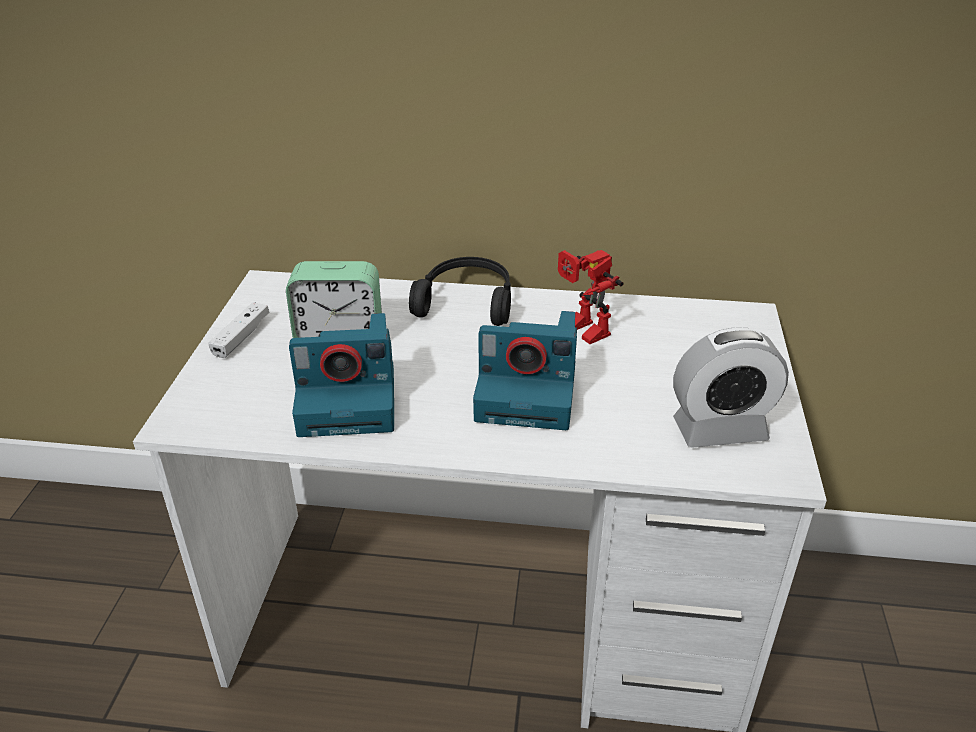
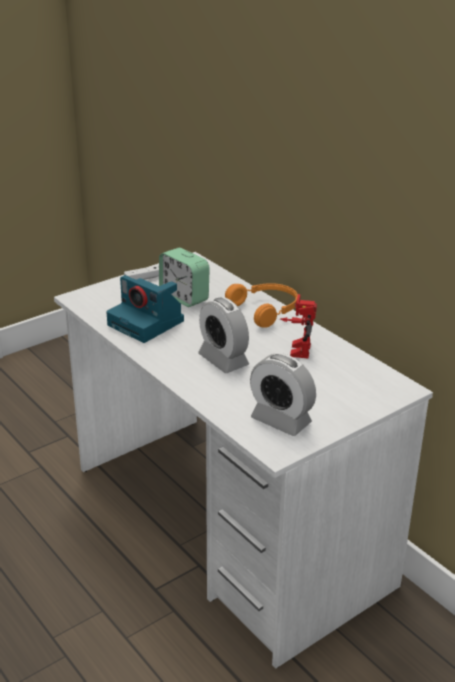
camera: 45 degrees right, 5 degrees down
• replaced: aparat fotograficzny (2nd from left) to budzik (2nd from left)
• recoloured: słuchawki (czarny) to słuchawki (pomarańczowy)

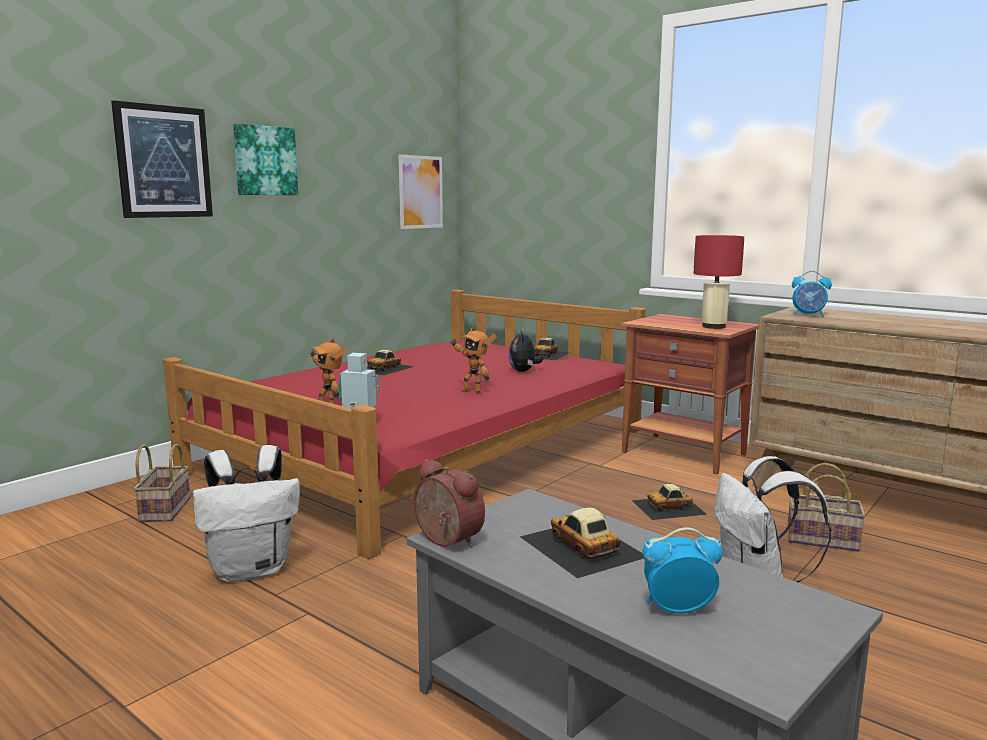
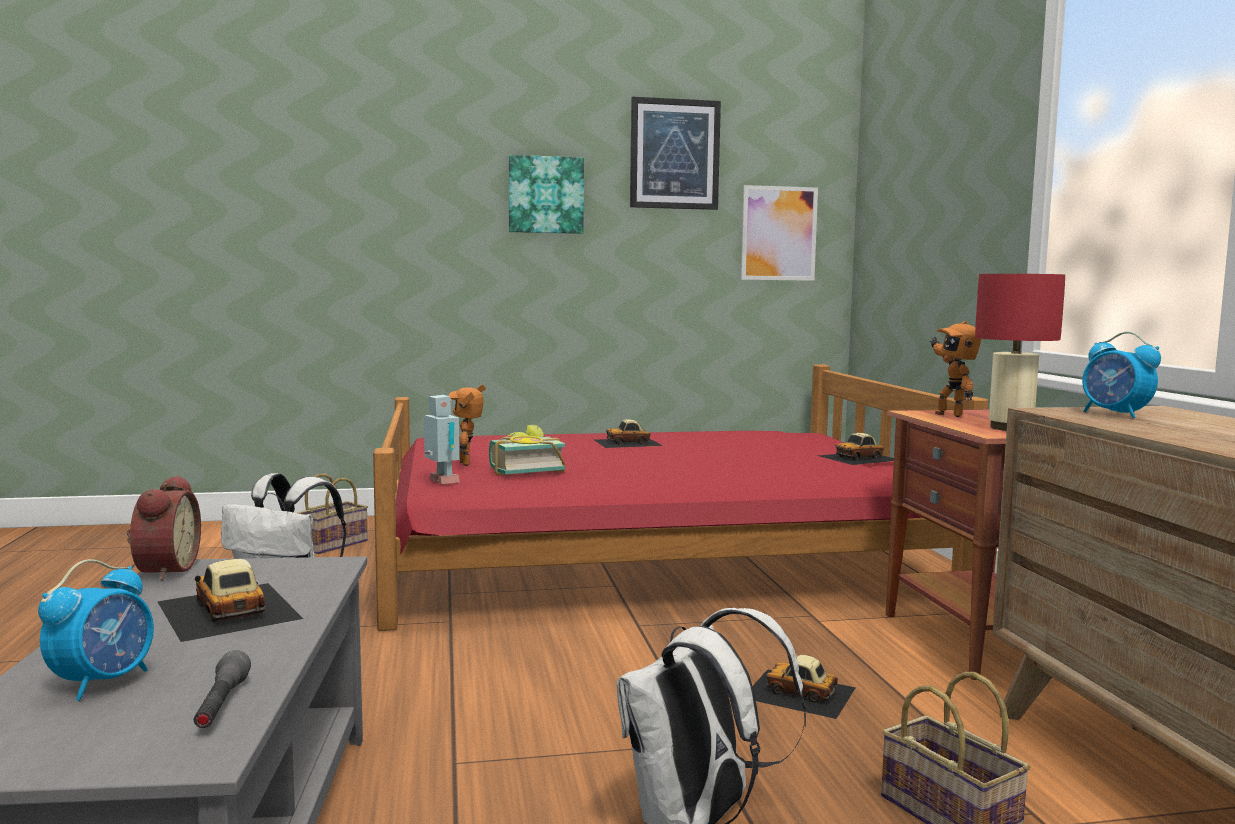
camera: 40 degrees right, 5 degrees down
• turned: budzik (2nd from left in the first image) 75 degrees clockwise
• turned: samochodzik (3rd from left in the first image) 45 degrees counterclockwise
• added: latarka (szary)
• added: książka
• moved: obraz (1st from left in the first image) to obraz (2nd from left)
• moved: robot zabawkowy (3rd from left)
• removed: pluszak

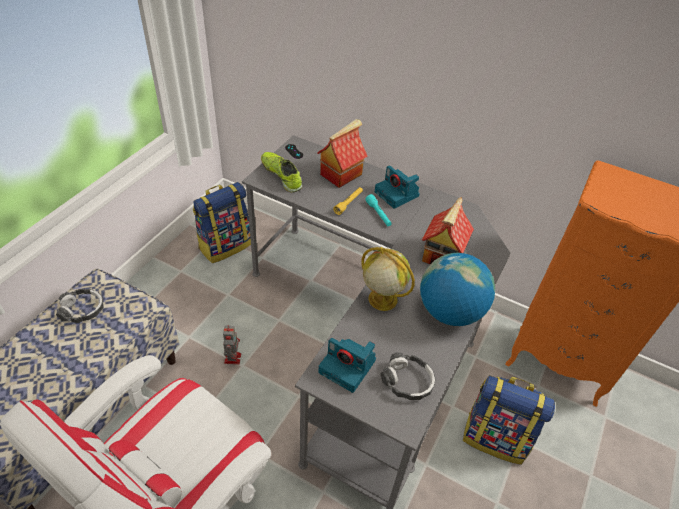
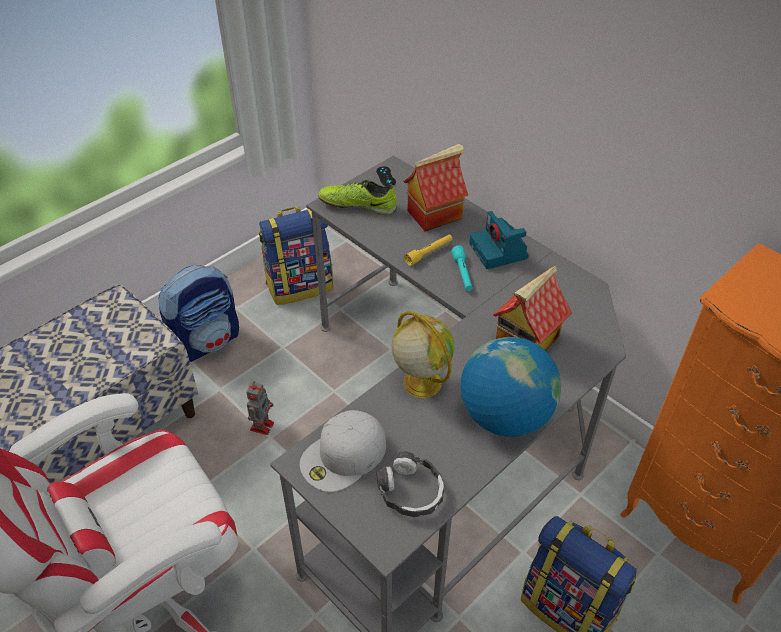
camera: 20 degrees right, 0 degrees up
• added: plecak (1st from left)
• replaced: aparat fotograficzny (1st from left) to czapka z daszkiem (biały)
• turned: but 60 degrees counterclockwise
• removed: słuchawki (1st from left)

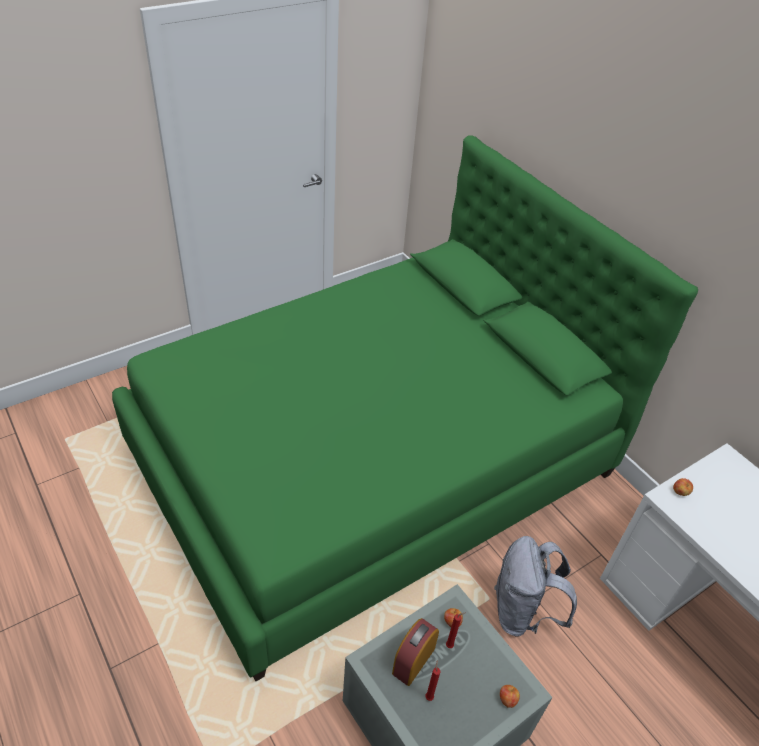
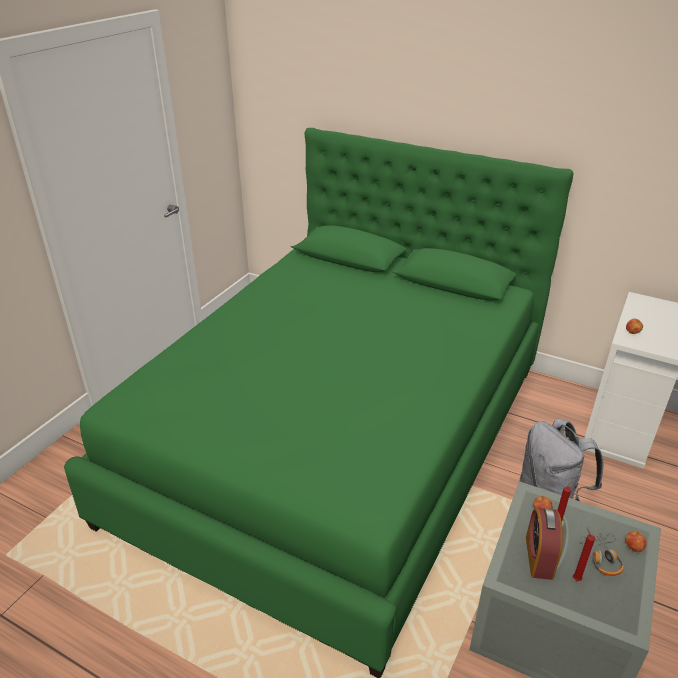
camera: 25 degrees left, 10 degrees down
• added: słuchawki

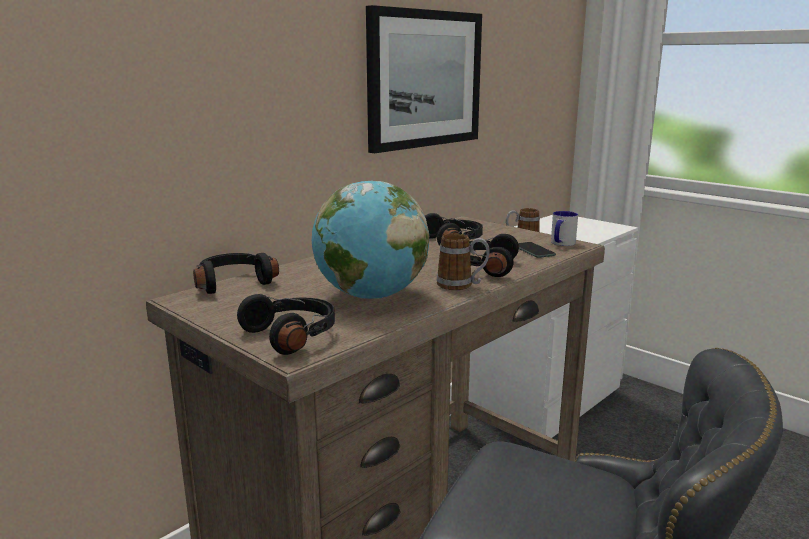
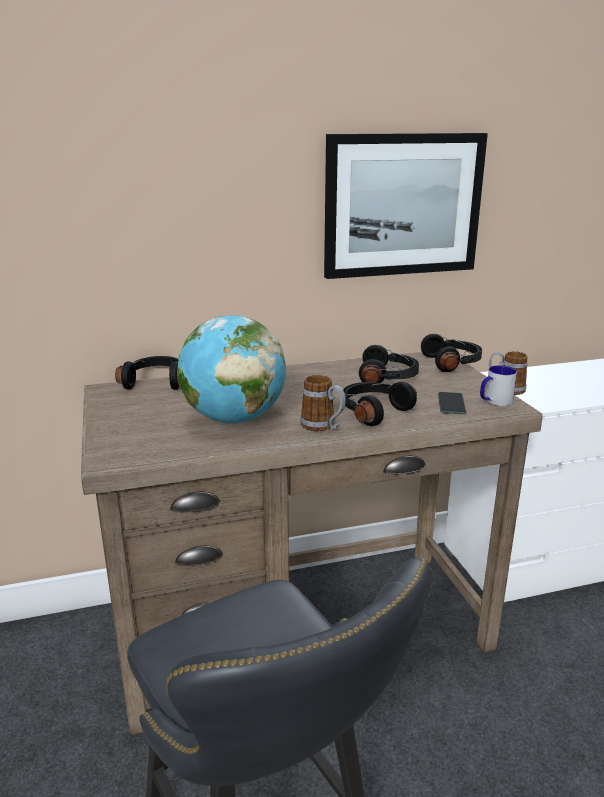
camera: 30 degrees right, 5 degrees up
• moved: słuchawki (czarny) (2nd from left in the first image) to słuchawki (czarny) (4th from left)

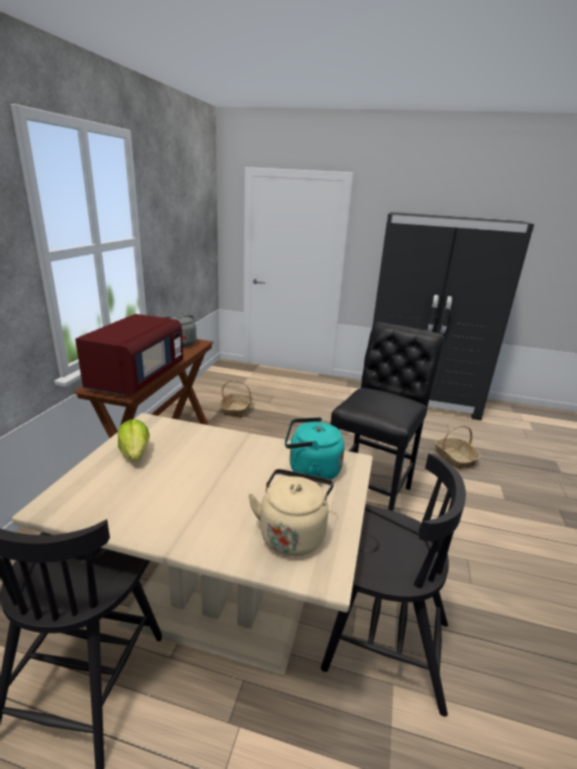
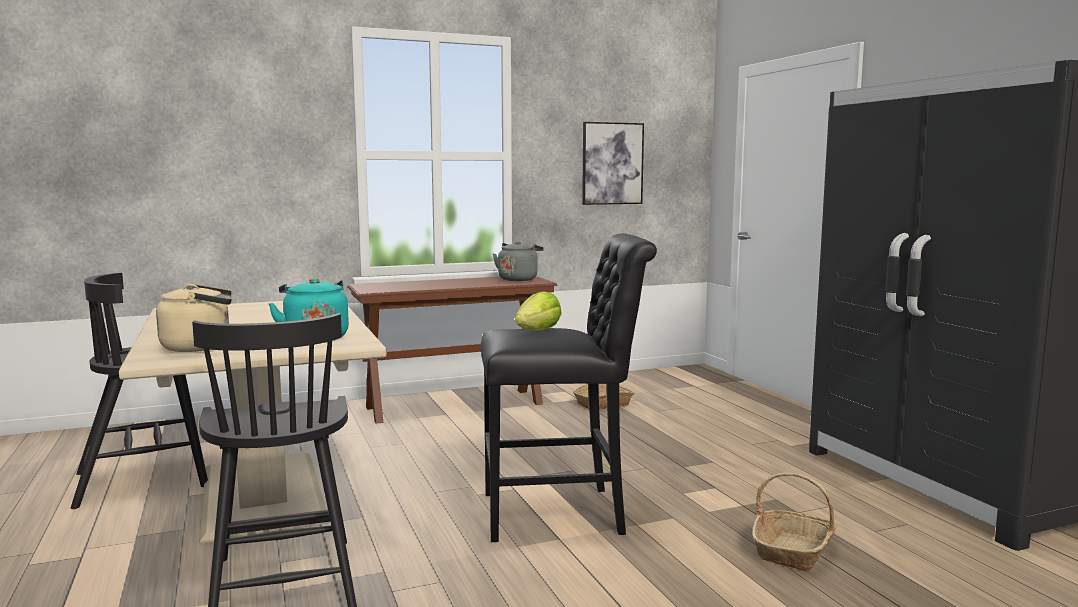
camera: 55 degrees right, 15 degrees down
• moved: sałata
• added: obraz
• removed: mikrofalówka (czerwony)

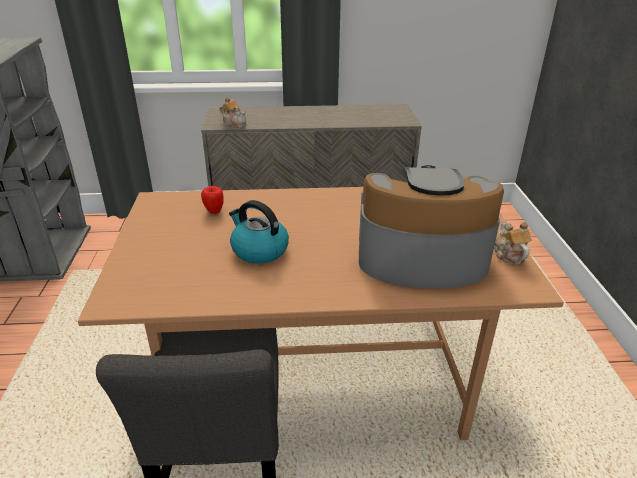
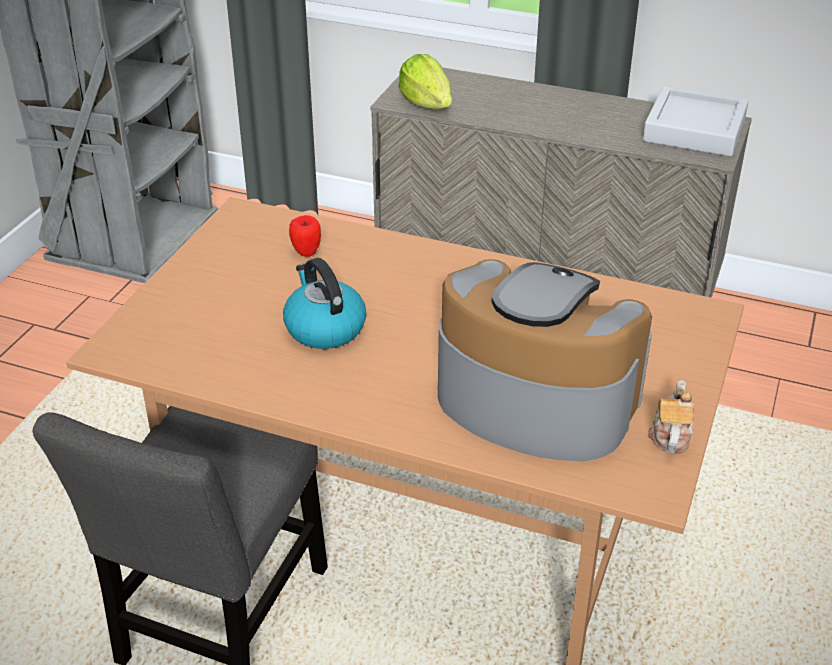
camera: 25 degrees right, 5 degrees up
• replaced: imbryk (1st from left) to sałata
• added: taca (szary)

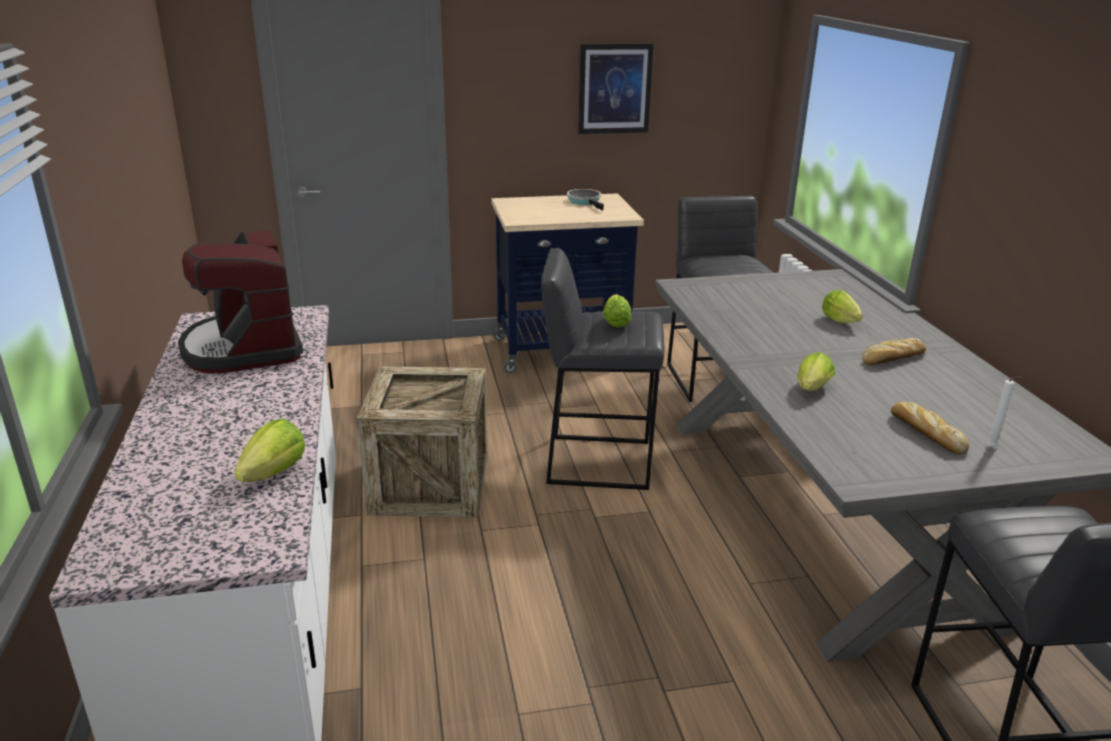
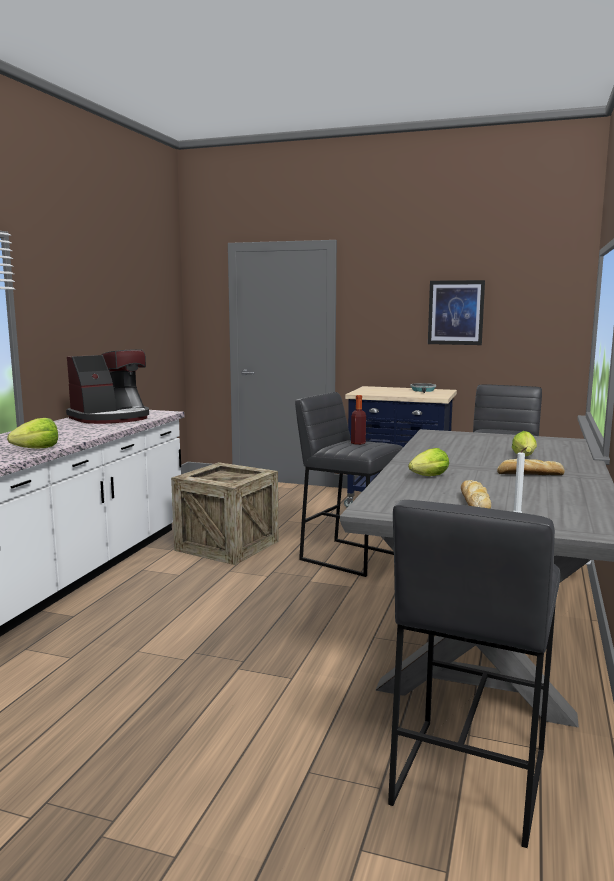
camera: 30 degrees right, 15 degrees down
• turned: ekspres do kawy 135 degrees counterclockwise
• replaced: sałata (2nd from left) to butelka

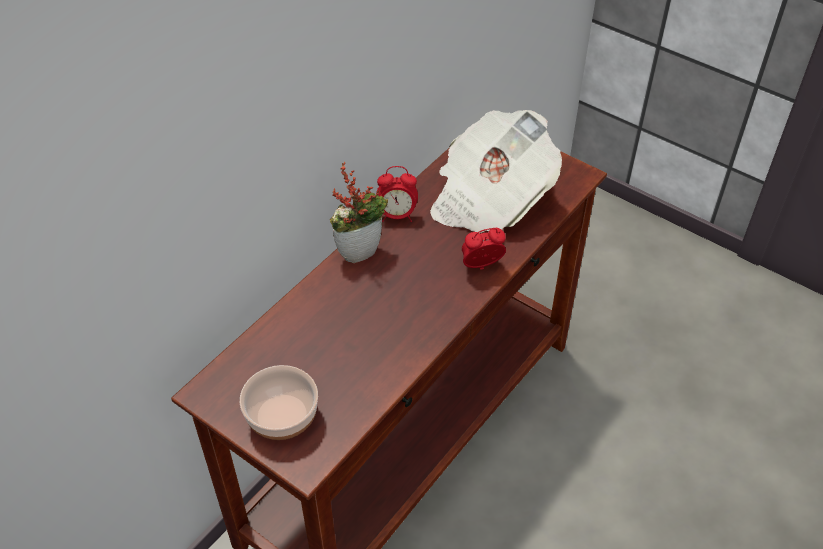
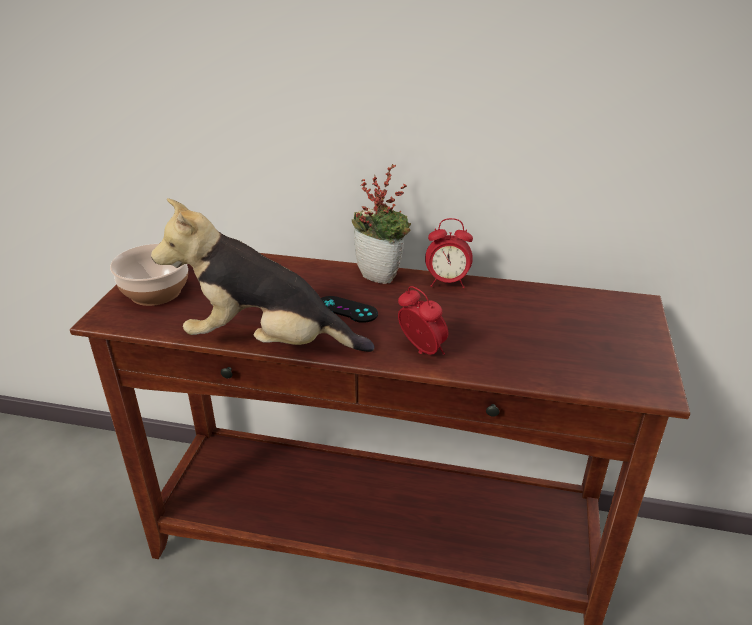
camera: 65 degrees right, 15 degrees down
• added: pluszak
• added: pad do gier (czarny)
• turned: budzik (1st from left in the first image) 60 degrees counterclockwise
• removed: gazeta

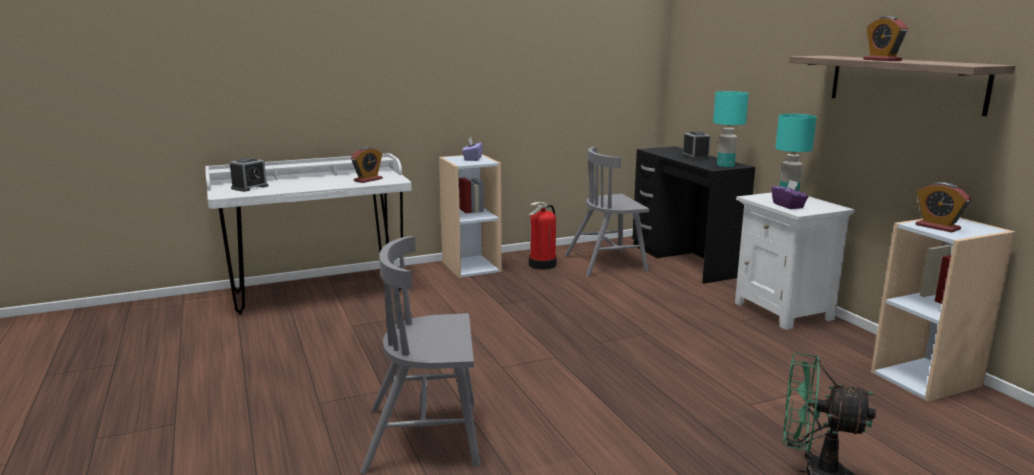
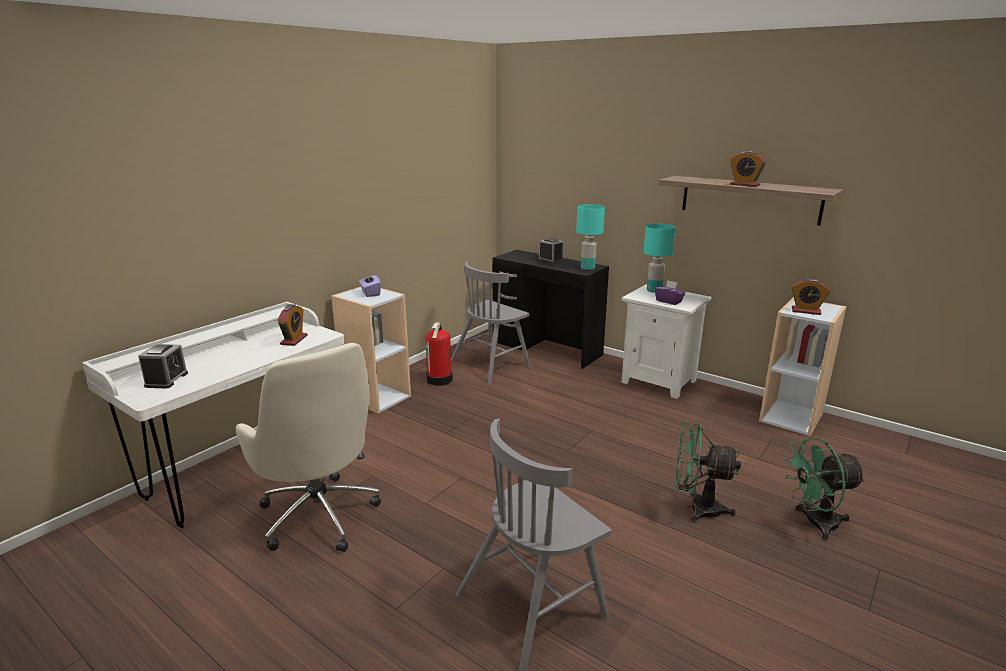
camera: 30 degrees left, 5 degrees up
• added: krzesło biurowe (beżowy)
• added: wentylator (zielony) (1st from left)

